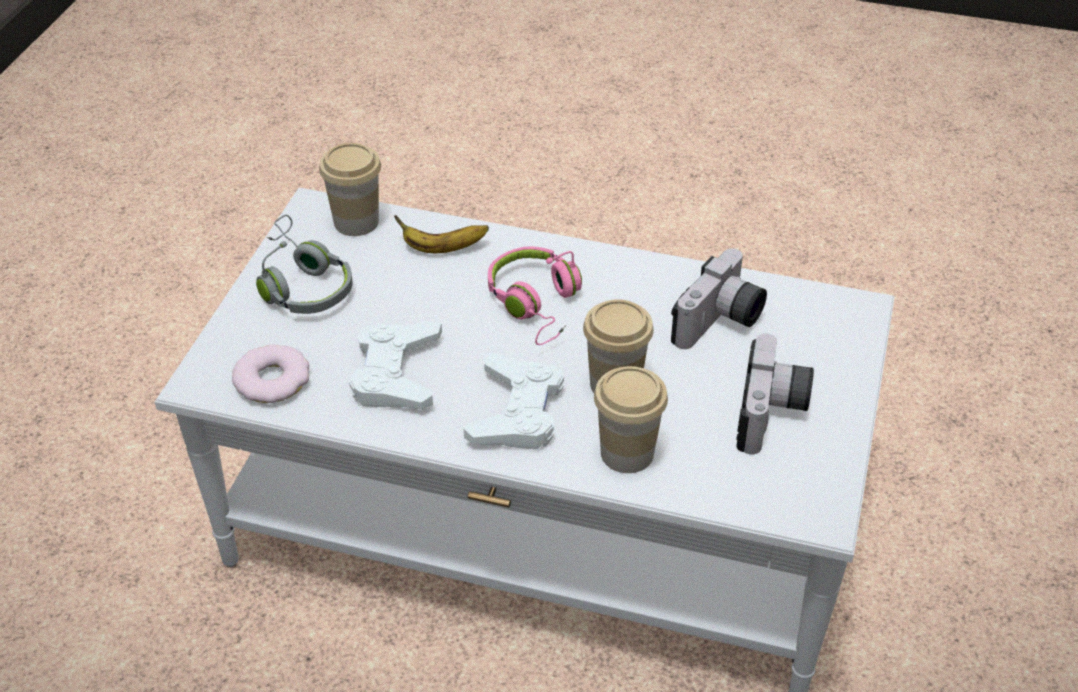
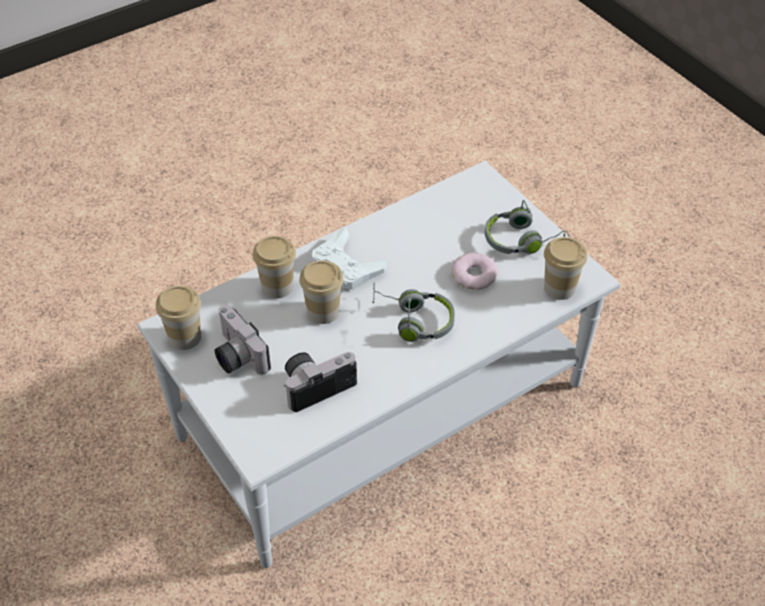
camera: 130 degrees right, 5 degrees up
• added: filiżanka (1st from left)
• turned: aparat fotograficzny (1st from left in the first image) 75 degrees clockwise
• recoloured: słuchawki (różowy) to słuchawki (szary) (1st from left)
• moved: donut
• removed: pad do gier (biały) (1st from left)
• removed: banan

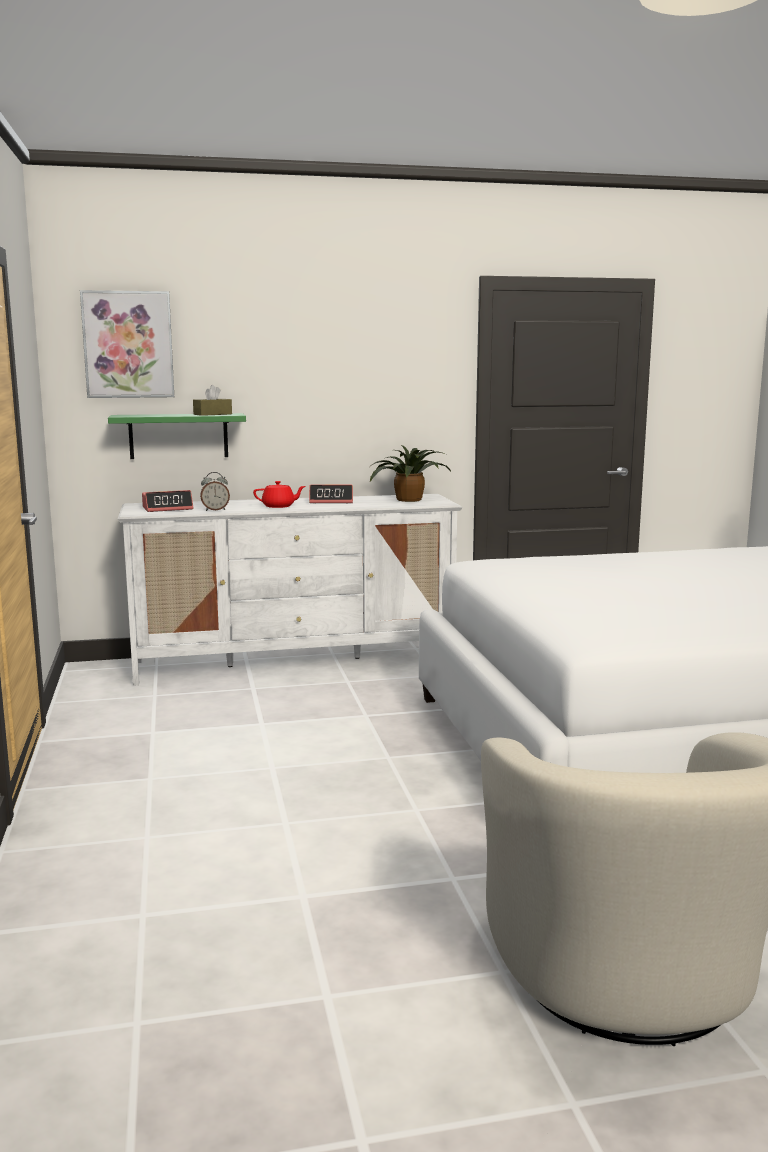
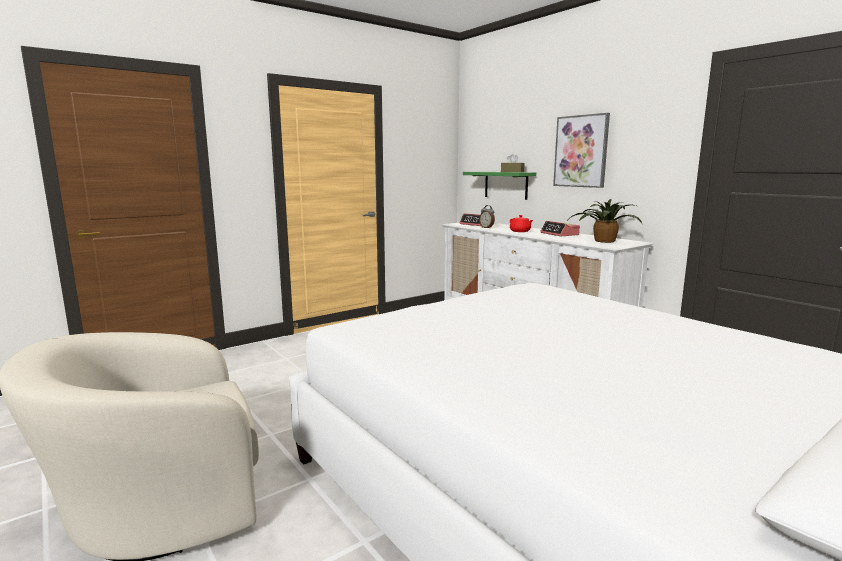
camera: 65 degrees right, 0 degrees up
• moved: obraz

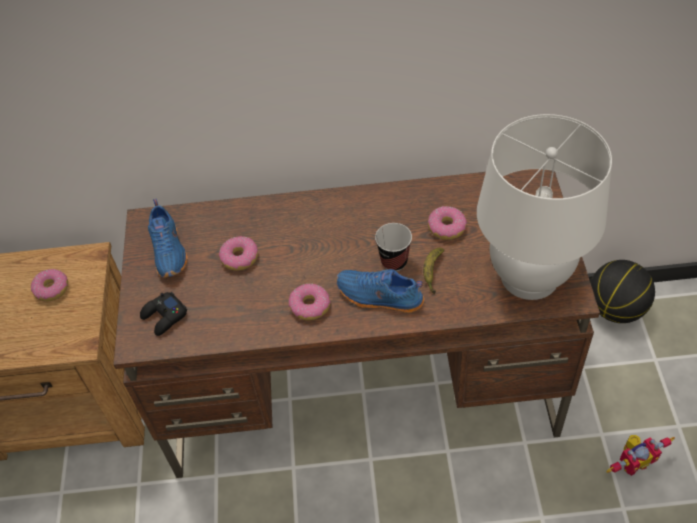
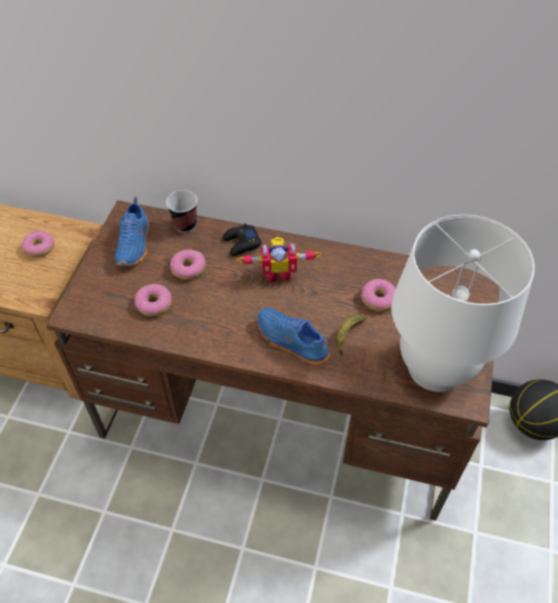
camera: 15 degrees right, 0 degrees up
• moved: donut (3rd from left in the first image) to donut (2nd from left)
• moved: filiżanka
• moved: pad do gier (czarny)
• moved: robot zabawkowy

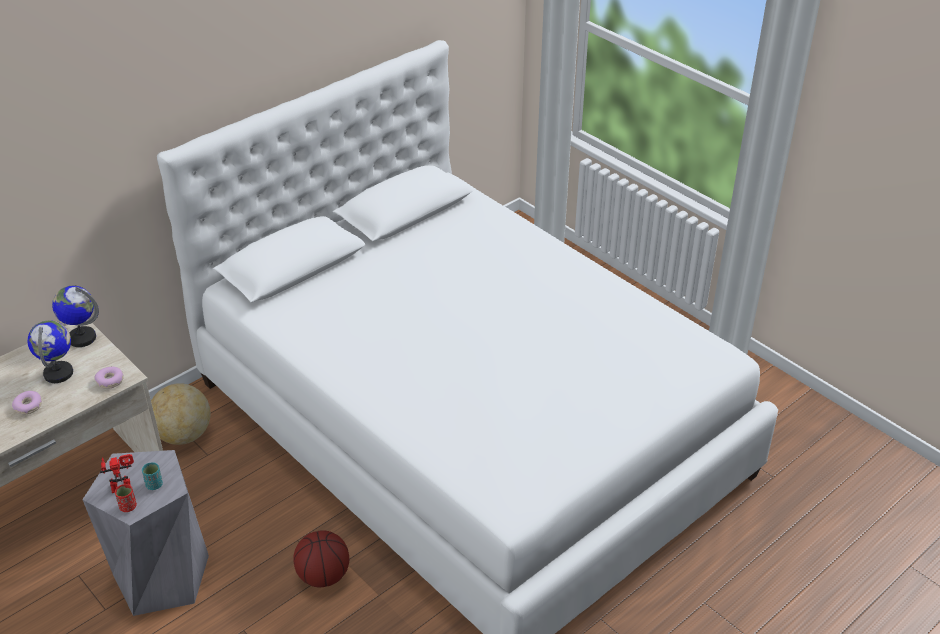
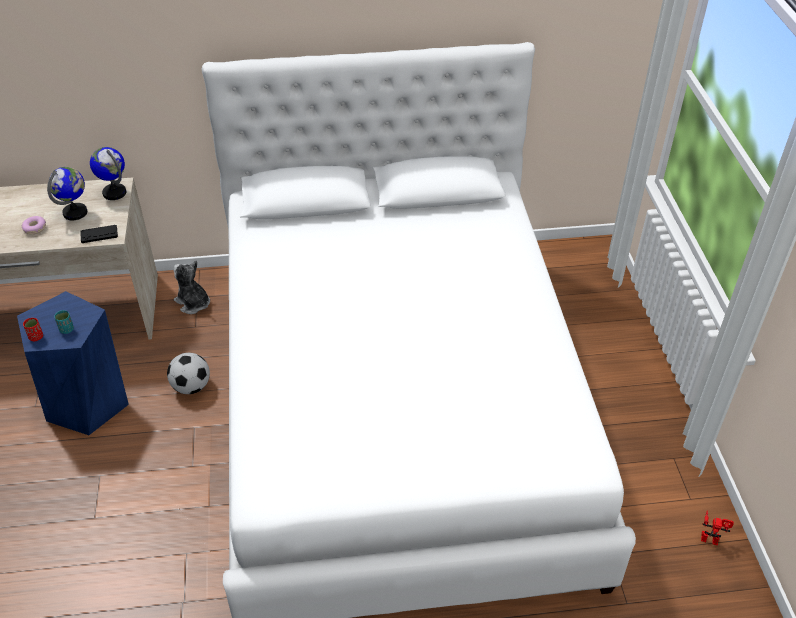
camera: 35 degrees right, 5 degrees up
• recoloured: stołek (szary) to stołek (niebieski)
• replaced: donut (2nd from left) to pad do gier (czarny)
• added: piłka futbolowa
• replaced: globus (3rd from left) to pluszak
• moved: robot zabawkowy
• removed: piłka do koszykówki

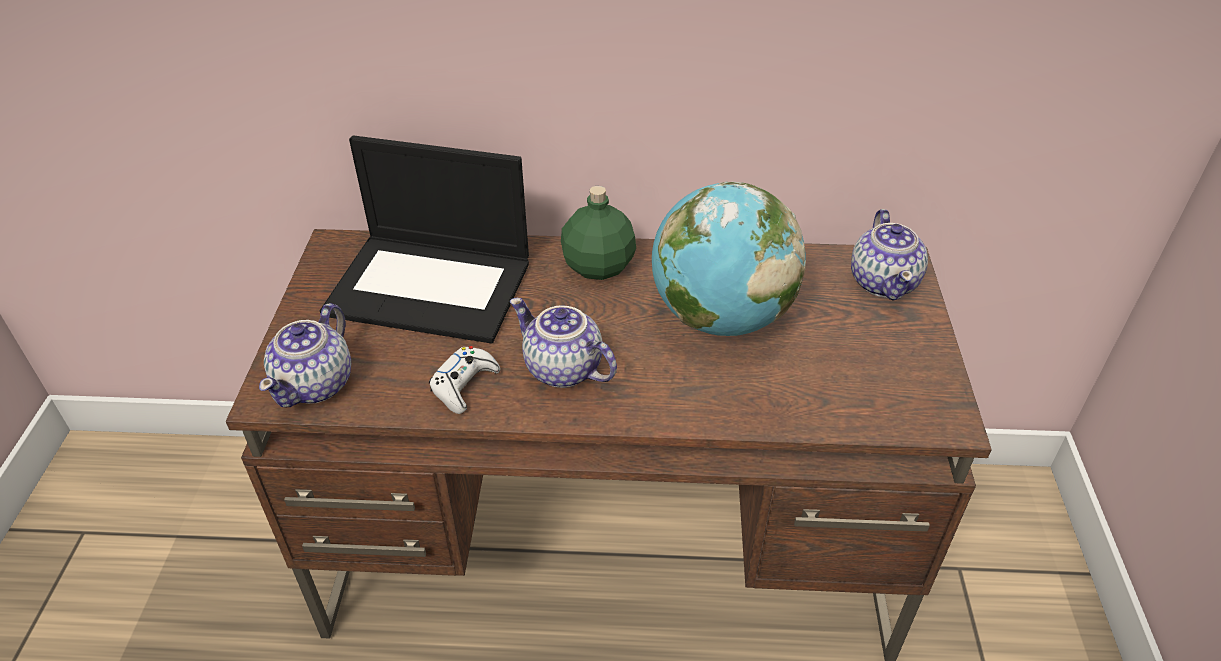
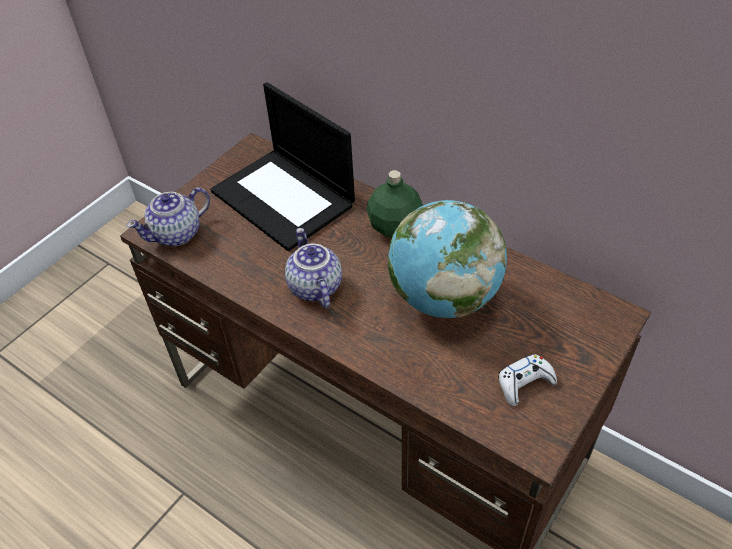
camera: 35 degrees right, 5 degrees up
• moved: pad do gier (biały)
• removed: imbryk (3rd from left)

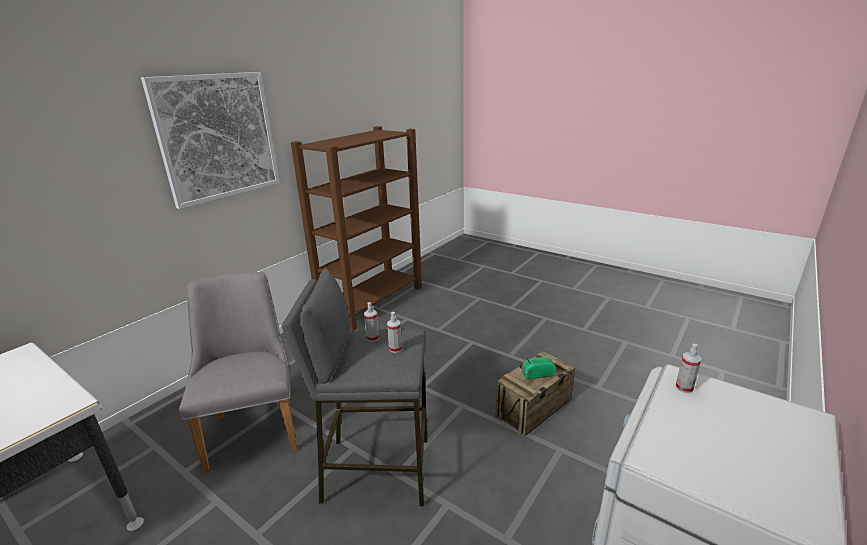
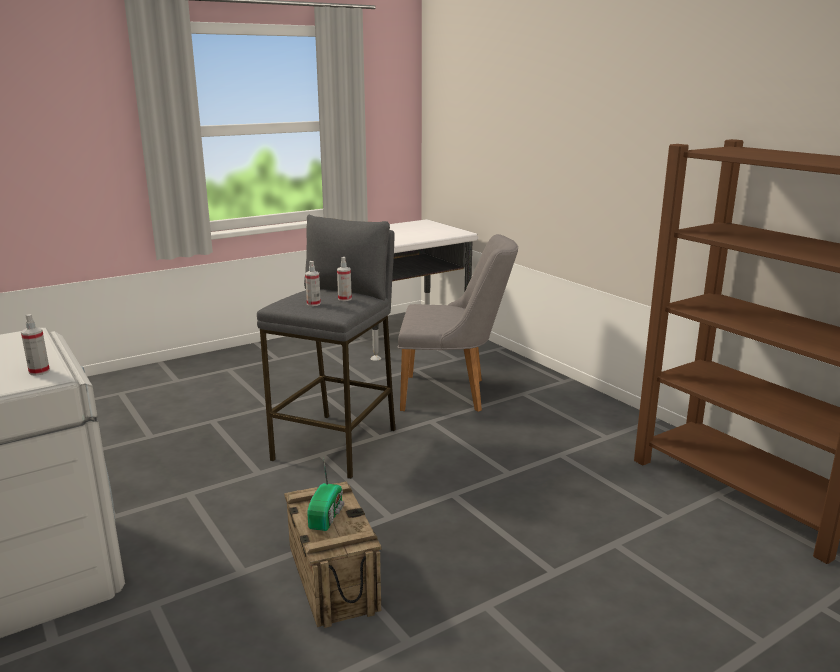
camera: 110 degrees right, 5 degrees down
• removed: obraz

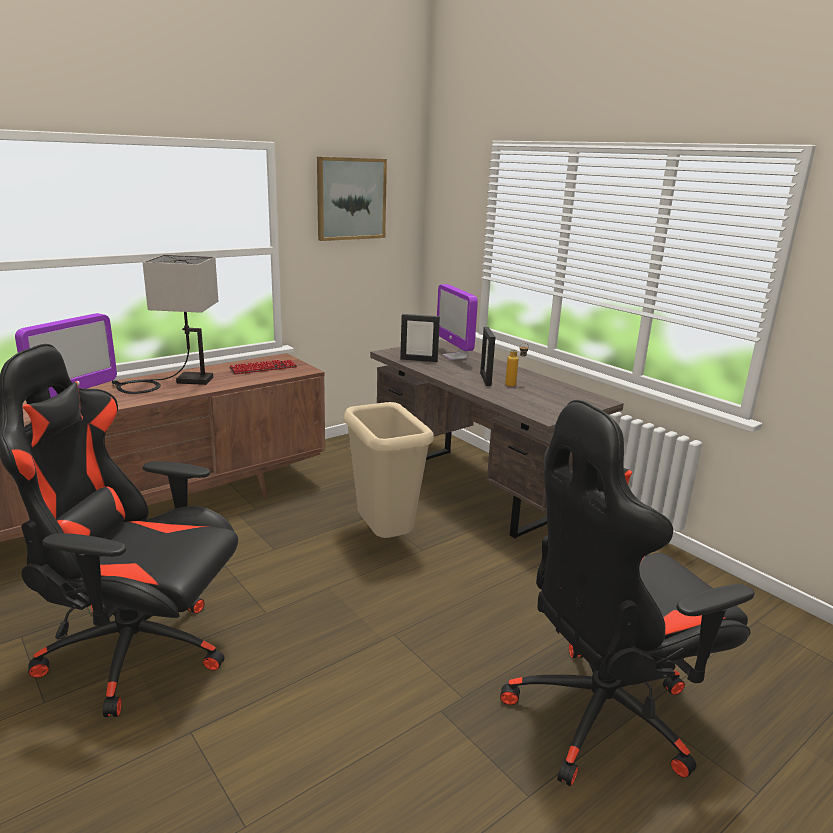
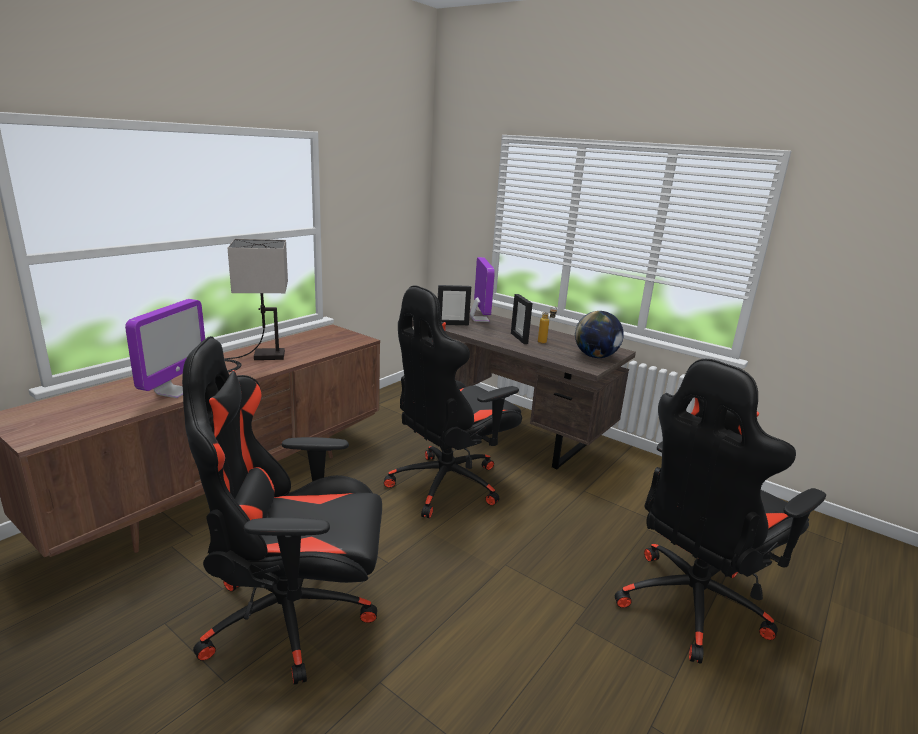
camera: 15 degrees left, 0 degrees up
• replaced: kosz na śmieci (beżowy) to krzesło biurowe (czarny) (2nd from left)
• turned: monitor (2nd from left) 150 degrees counterclockwise
• added: globus
• removed: klawiatura
• removed: obraz

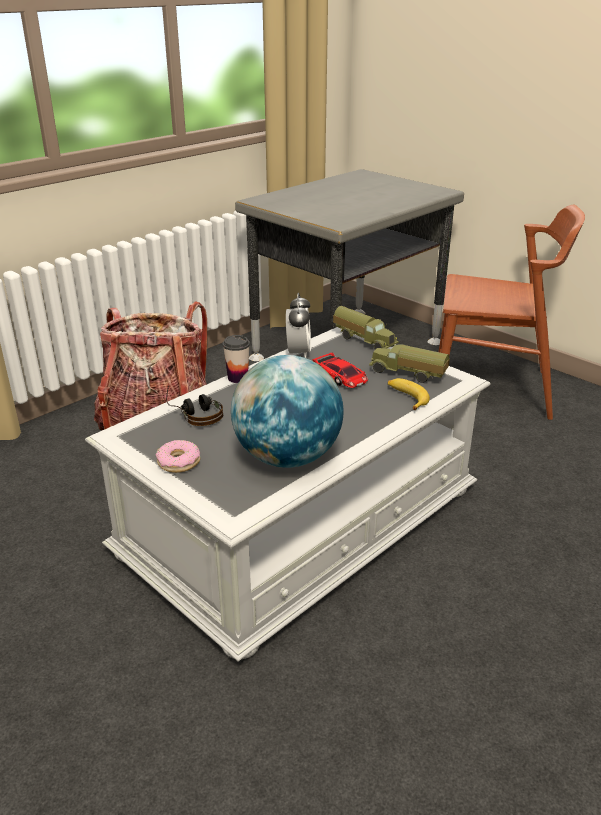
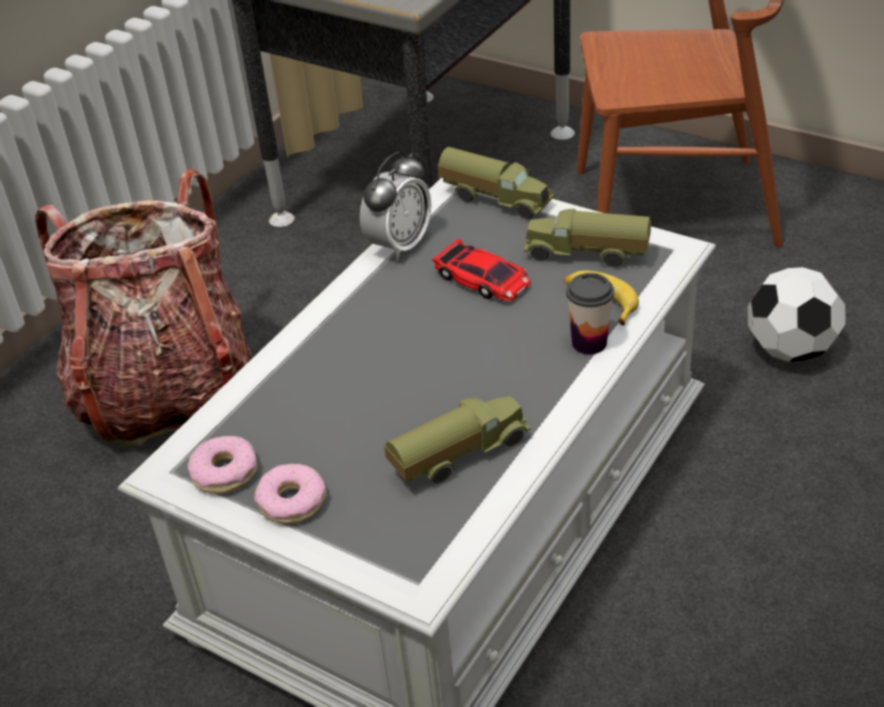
camera: 10 degrees left, 10 degrees up
• added: donut (1st from left)
• turned: budzik 45 degrees clockwise
• replaced: globus to ciężarówka zabawkowa (1st from left)
• moved: filiżanka
• added: piłka futbolowa
• removed: słuchawki

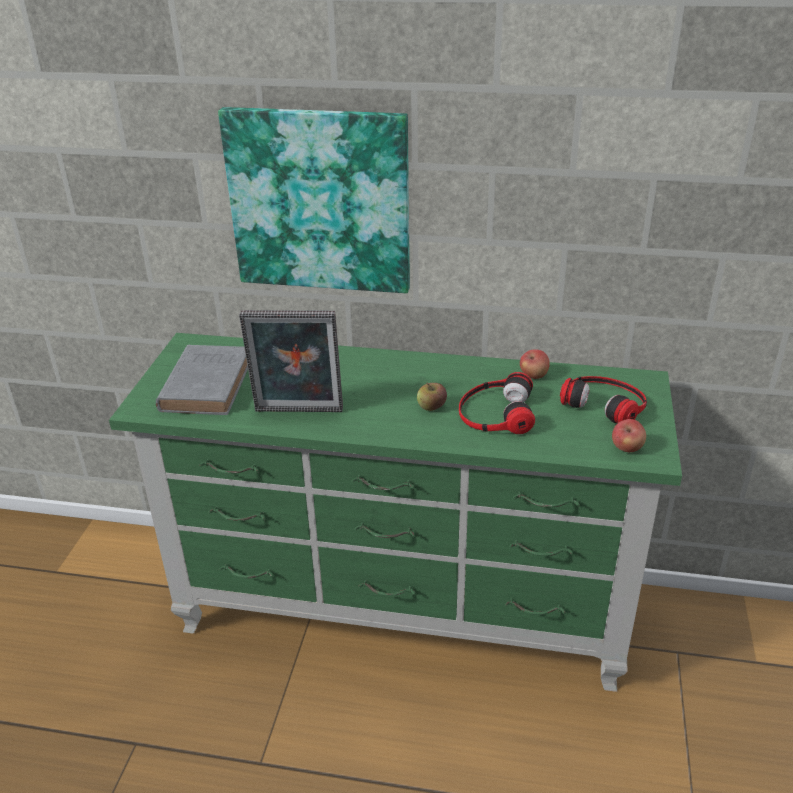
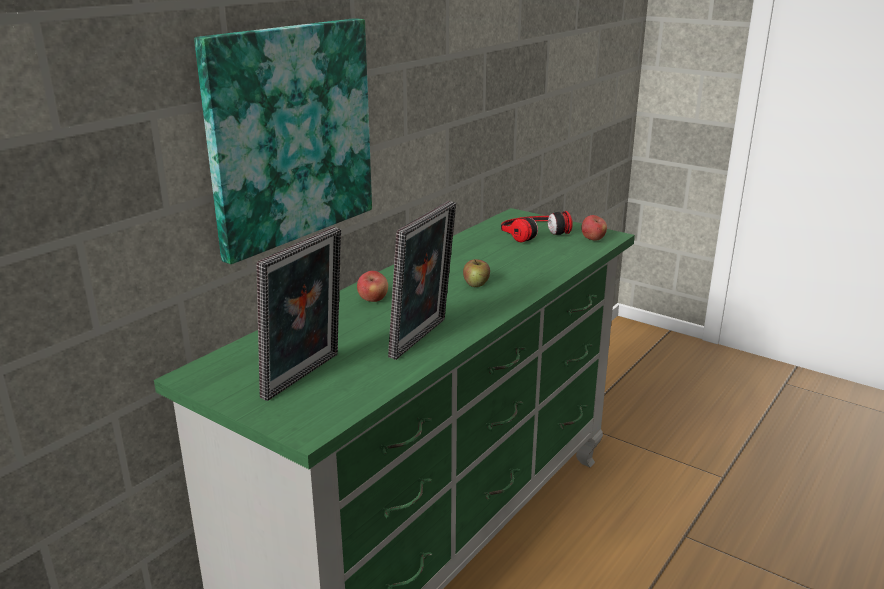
camera: 65 degrees left, 10 degrees down
• replaced: książka (szary) to ramka na zdjęcie (1st from left)
• moved: jabłko (2nd from left in the first image) to jabłko (1st from left)
• removed: słuchawki (1st from left)

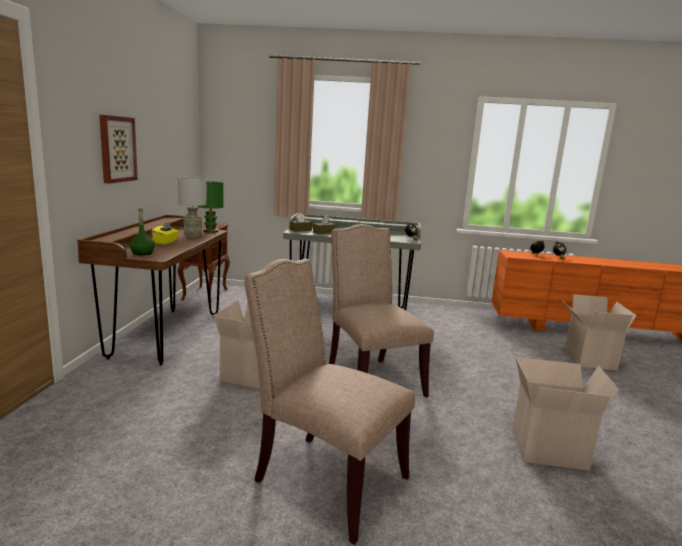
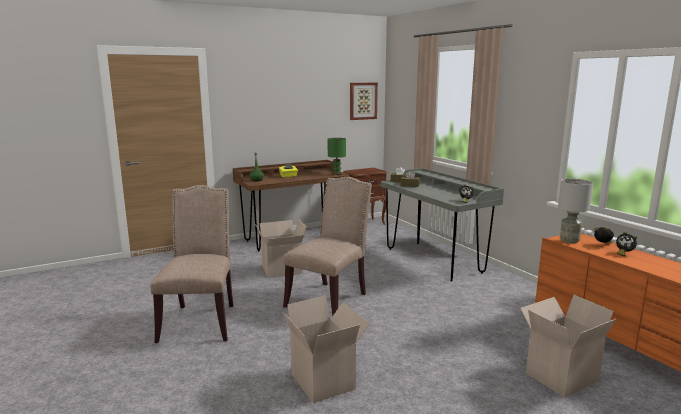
camera: 55 degrees right, 0 degrees up
• moved: obraz
• moved: lampa stołowa (szary)

